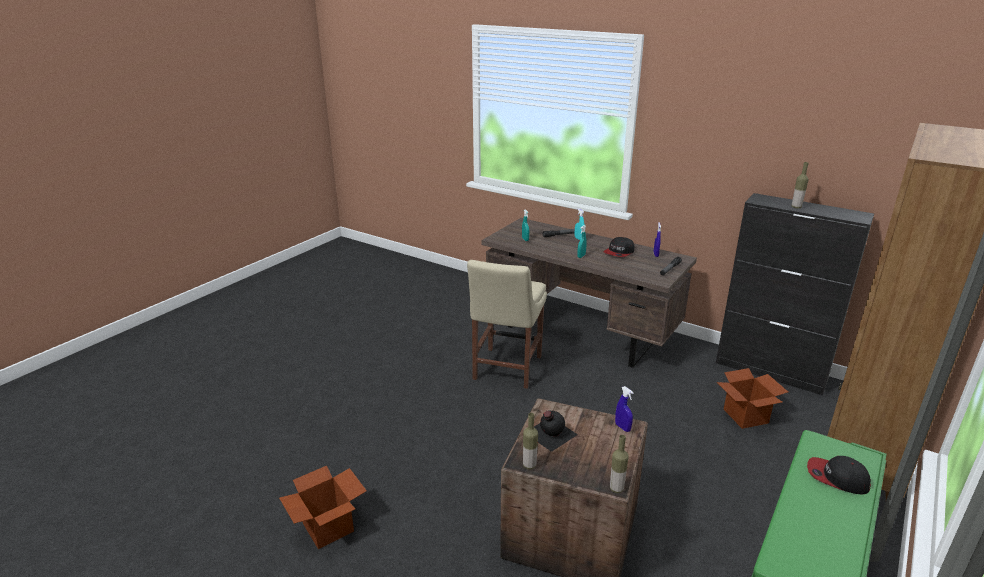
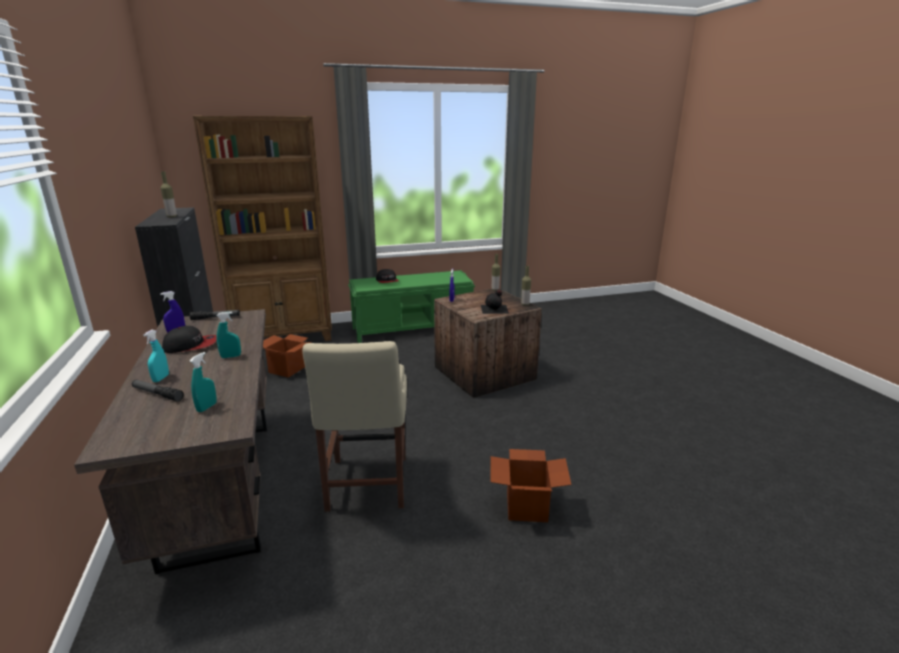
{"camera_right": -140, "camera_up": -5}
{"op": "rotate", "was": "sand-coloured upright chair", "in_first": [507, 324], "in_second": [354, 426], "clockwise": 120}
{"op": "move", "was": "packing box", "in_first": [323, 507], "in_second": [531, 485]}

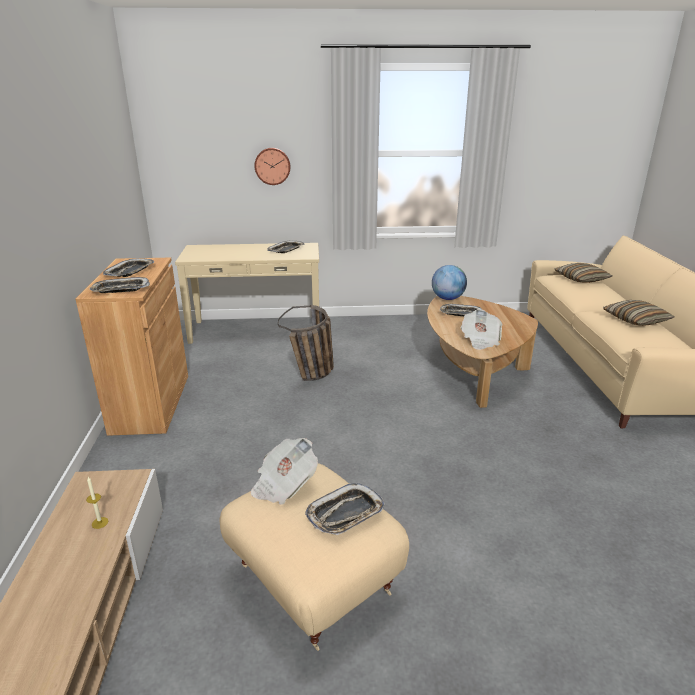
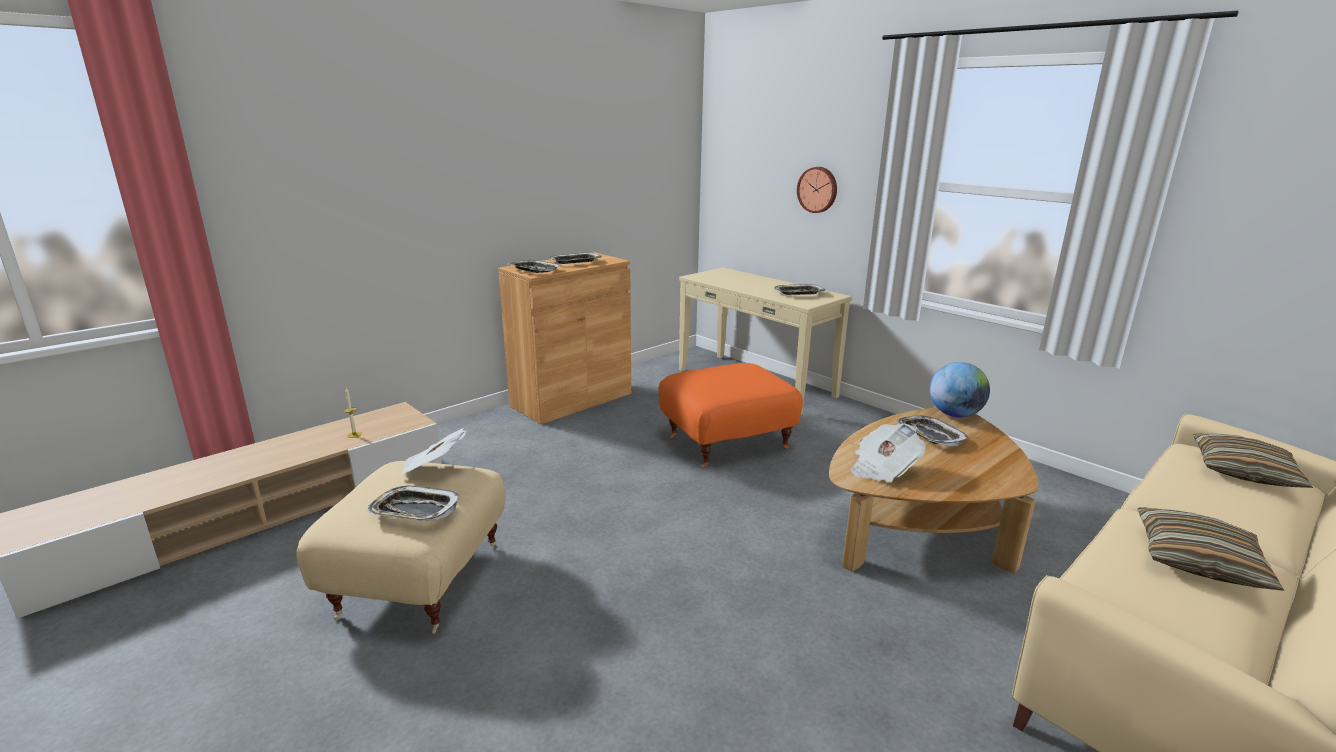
{"camera_right": 50, "camera_up": -5}
{"op": "replace", "was": "basket", "now": "orangey footrest", "in_first": [306, 343], "in_second": [731, 415]}

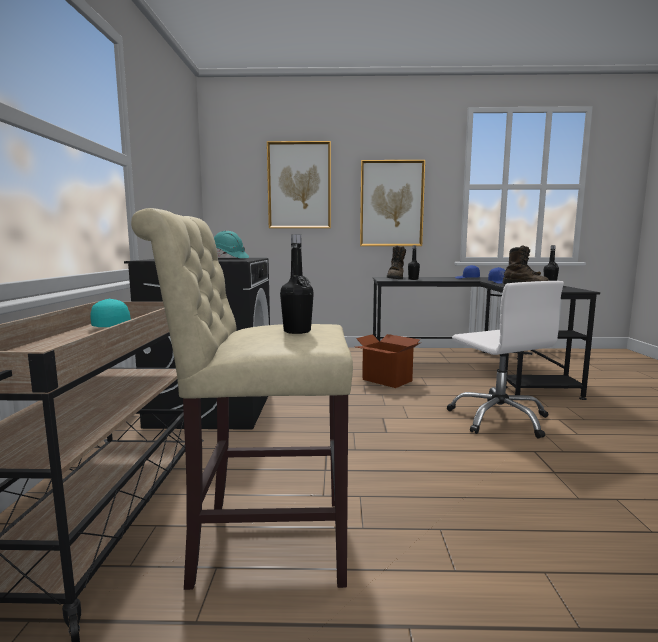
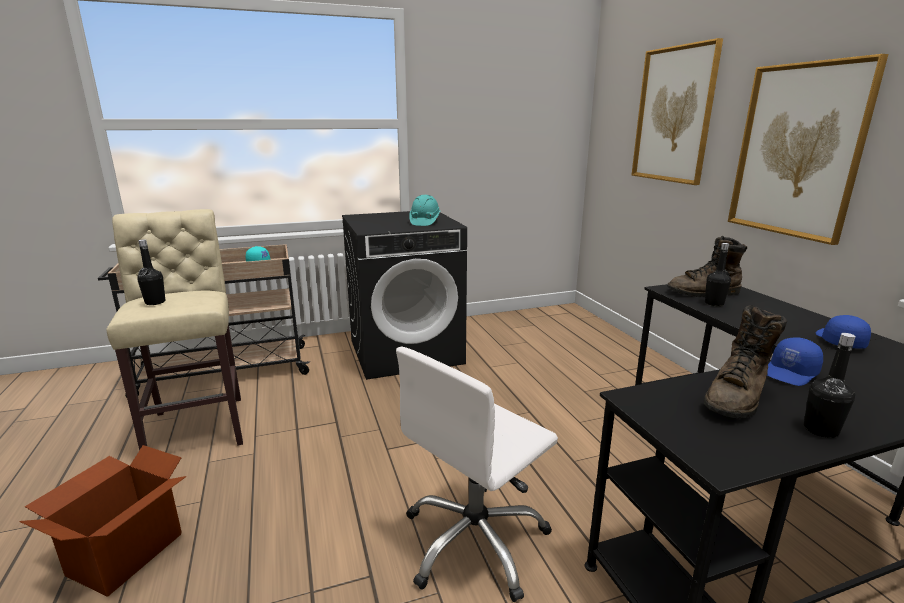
{"camera_right": 70, "camera_up": 10}
{"op": "move", "was": "packing box", "in_first": [388, 361], "in_second": [103, 521]}

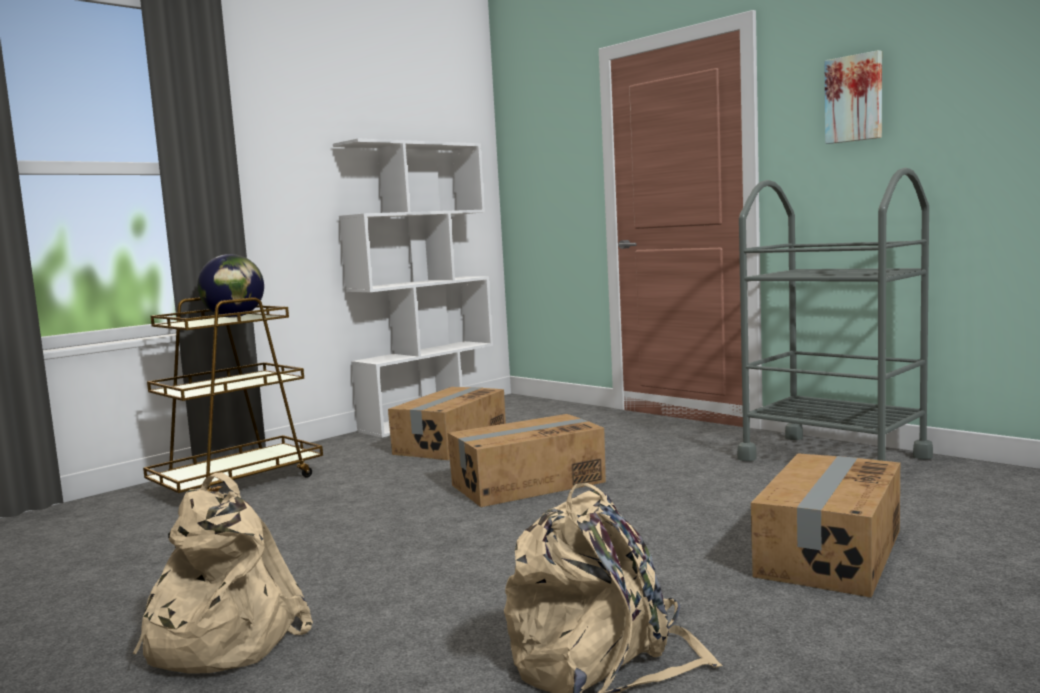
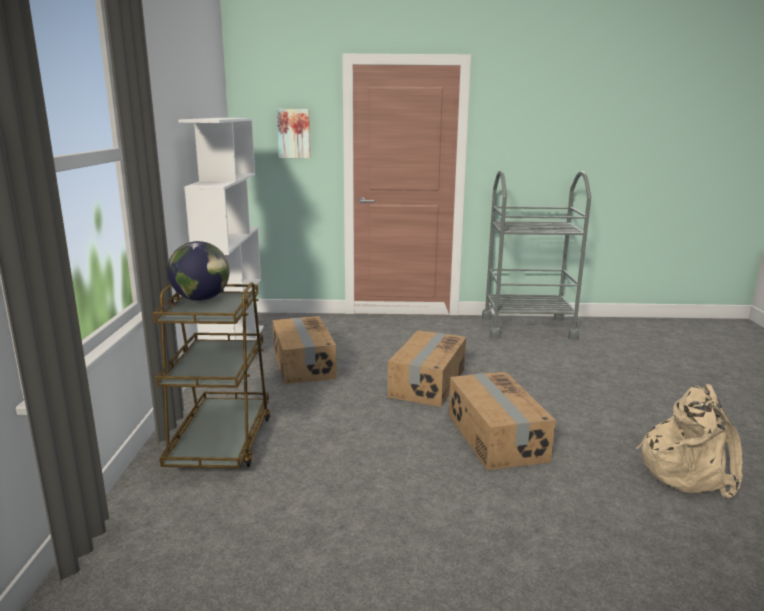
{"camera_right": -45, "camera_up": 10}
{"op": "move", "was": "wall art", "in_first": [853, 97], "in_second": [293, 133]}
{"op": "move", "was": "packing box", "in_first": [825, 525], "in_second": [502, 421]}
{"op": "delete", "was": "sand-coloured rucksack", "in_first": [222, 573]}

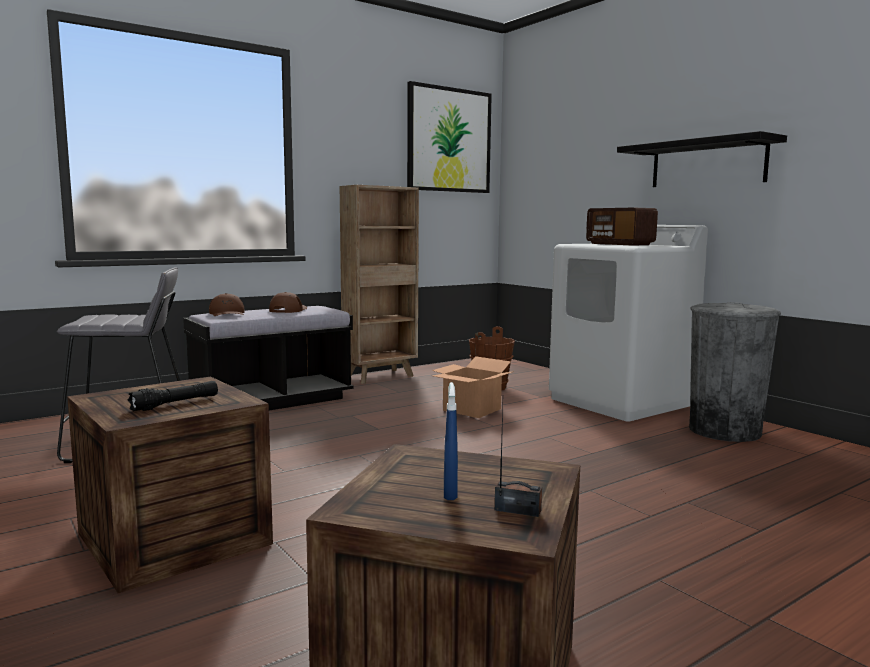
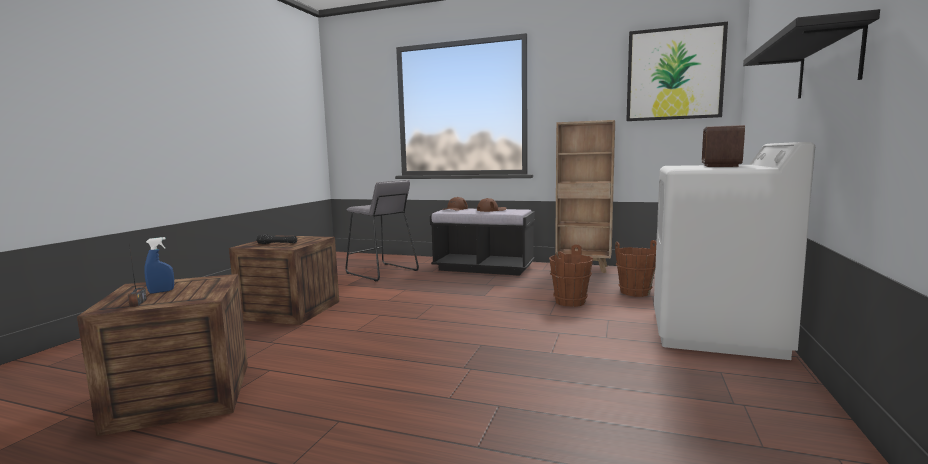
{"camera_right": 55, "camera_up": 0}
{"op": "delete", "was": "grey waste bin", "in_first": [735, 372]}
{"op": "replace", "was": "packing box", "now": "brownish pail", "in_first": [473, 387], "in_second": [571, 276]}

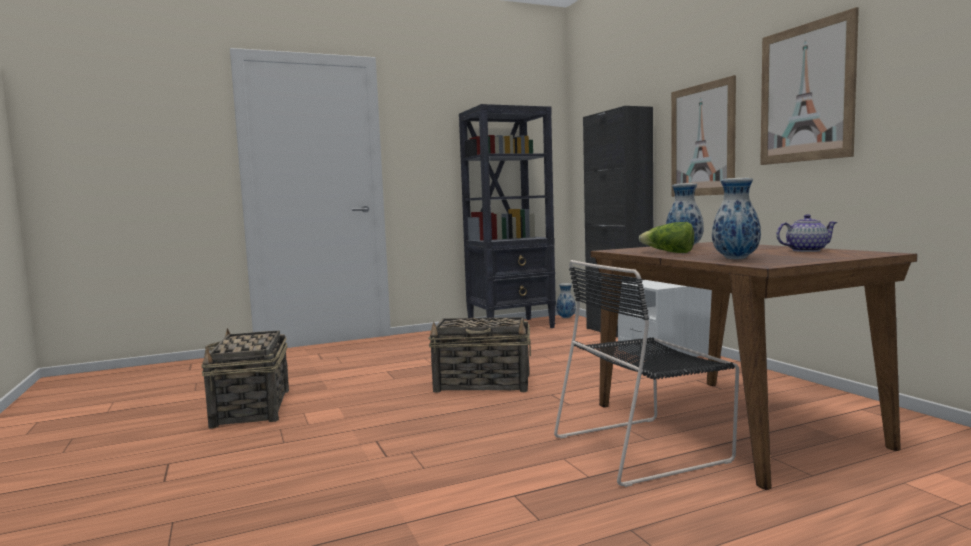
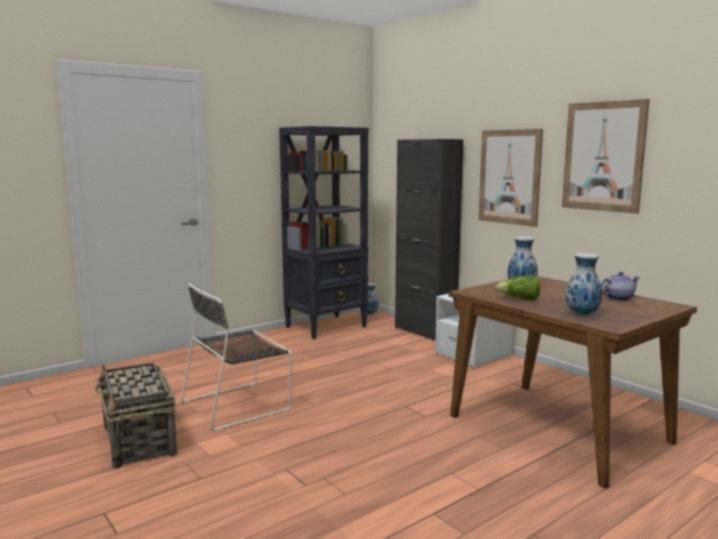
{"camera_right": -15, "camera_up": 5}
{"op": "move", "was": "black-coloured upright chair", "in_first": [646, 373], "in_second": [236, 357]}
{"op": "delete", "was": "basket", "in_first": [479, 354]}

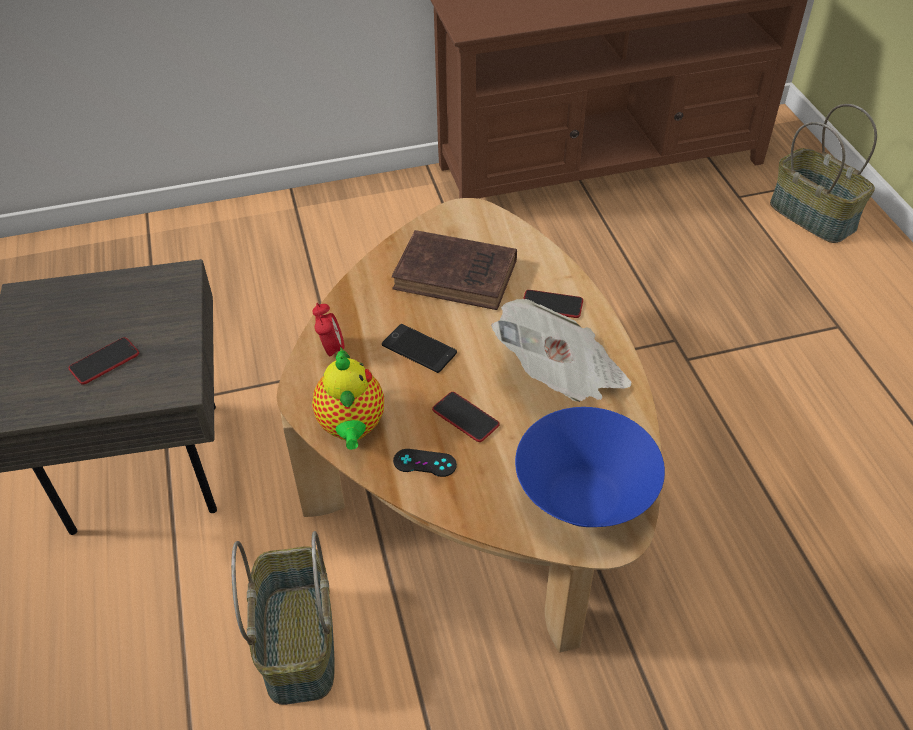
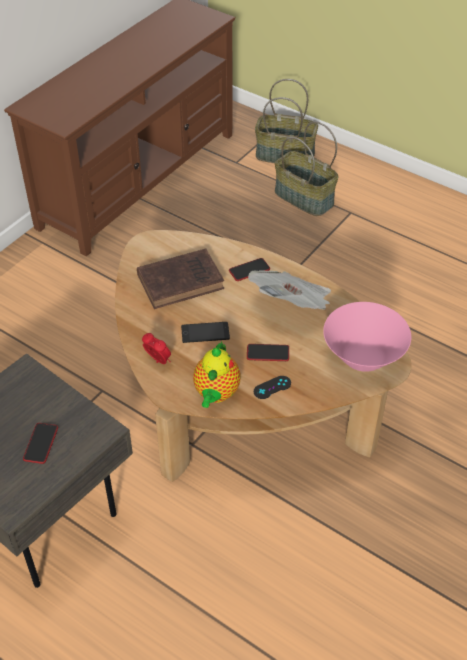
{"camera_right": -40, "camera_up": 0}
{"op": "rotate", "was": "teapot", "in_first": [348, 399], "in_second": [217, 374], "clockwise": 60}
{"op": "recolor", "was": "blue deep dish", "now": "pink-coloured deep dish", "in_first": [590, 467], "in_second": [367, 337]}
{"op": "move", "was": "basket", "in_first": [283, 618], "in_second": [307, 168]}

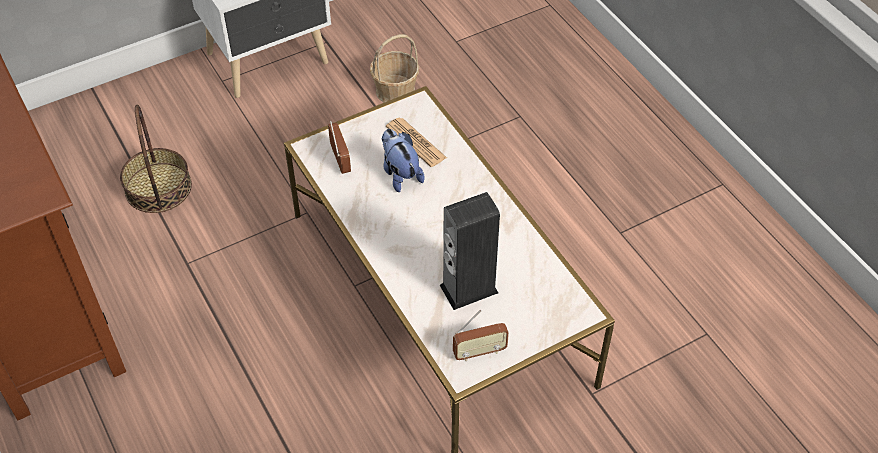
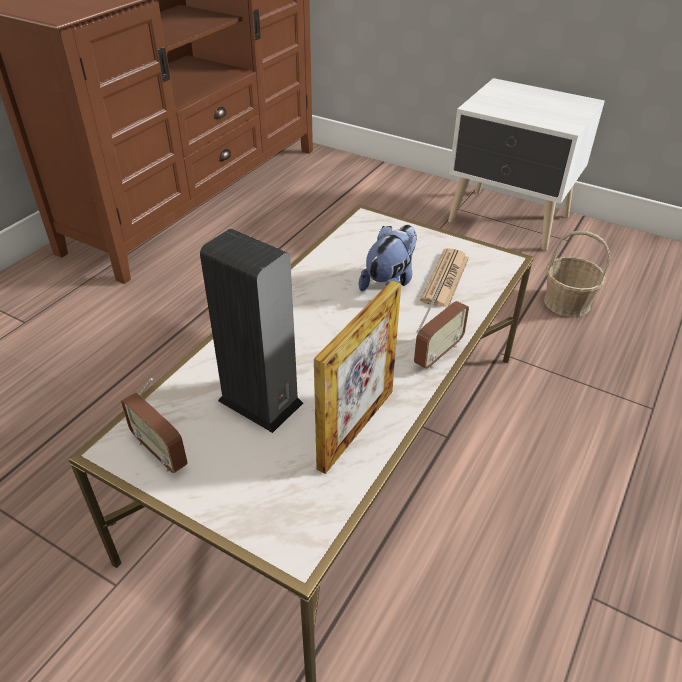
{"camera_right": 60, "camera_up": -10}
{"op": "delete", "was": "basket", "in_first": [156, 159]}
{"op": "move", "was": "radio receiver", "in_first": [339, 147], "in_second": [441, 326]}
{"op": "insert", "now": "picture frame", "in_second": [357, 377]}

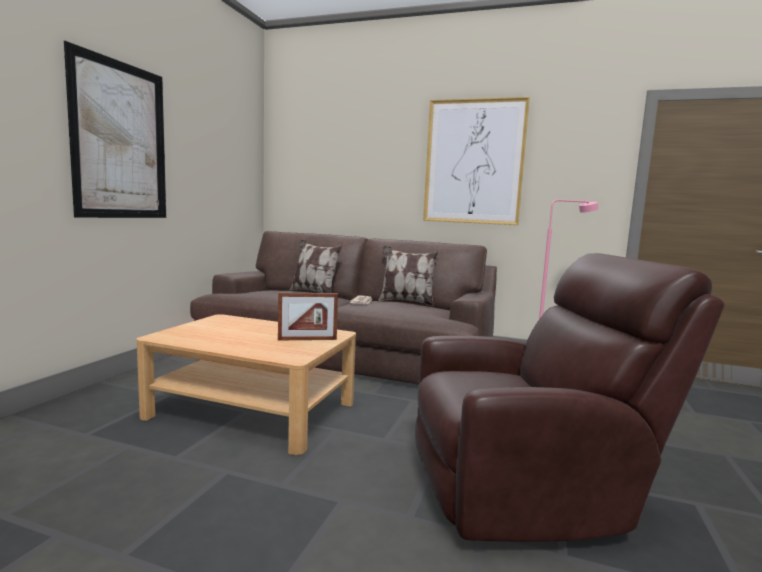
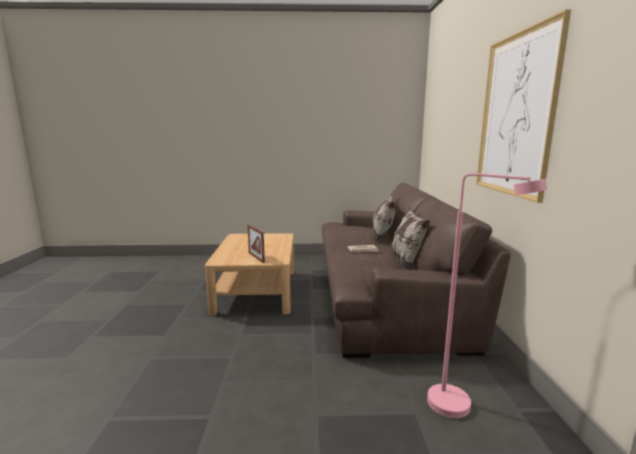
{"camera_right": 70, "camera_up": 5}
{"op": "delete", "was": "wall art", "in_first": [115, 129]}
{"op": "delete", "was": "brownish lounge chair", "in_first": [570, 397]}

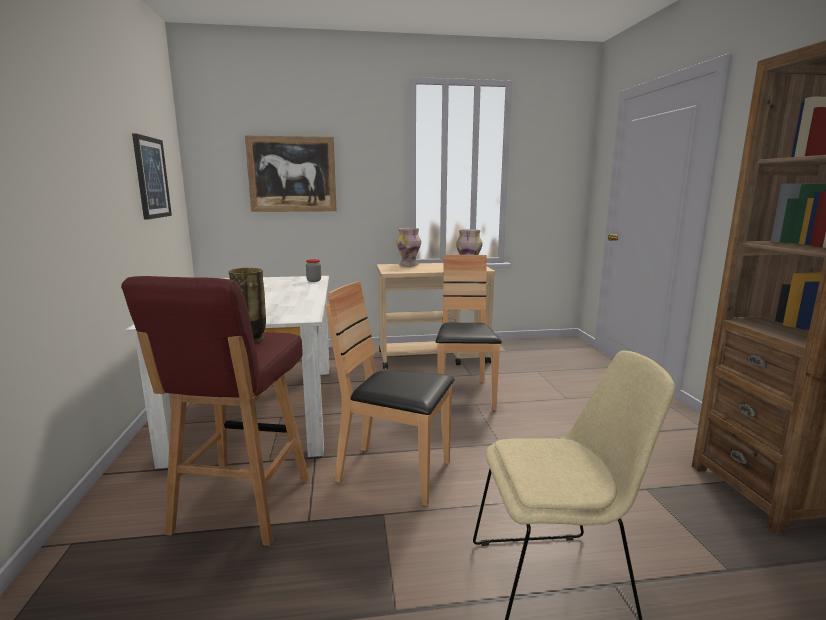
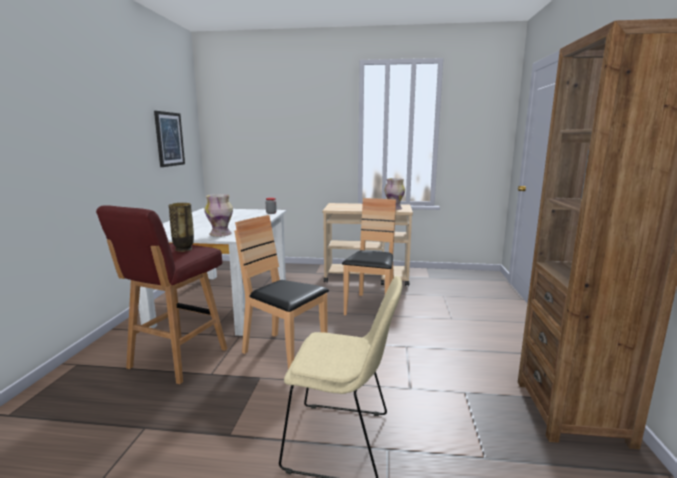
{"camera_right": 15, "camera_up": 0}
{"op": "delete", "was": "wall art", "in_first": [291, 174]}
{"op": "move", "was": "vase", "in_first": [408, 247], "in_second": [218, 215]}

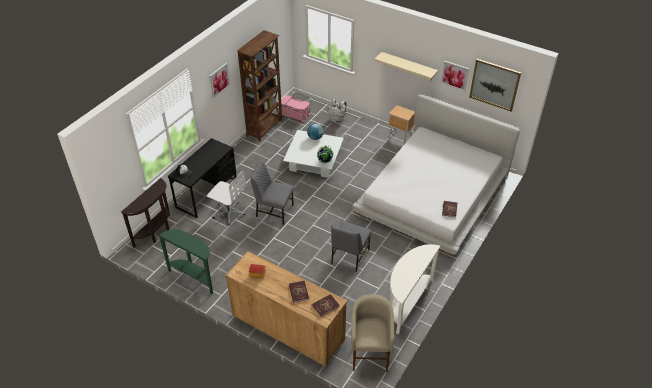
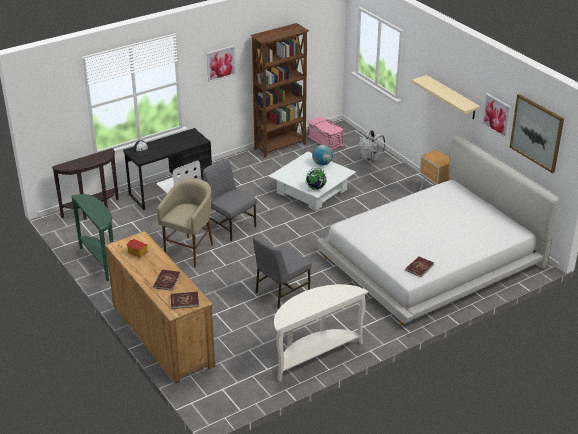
{"camera_right": 25, "camera_up": -10}
{"op": "move", "was": "sand-coloured stool seat", "in_first": [372, 333], "in_second": [185, 222]}

